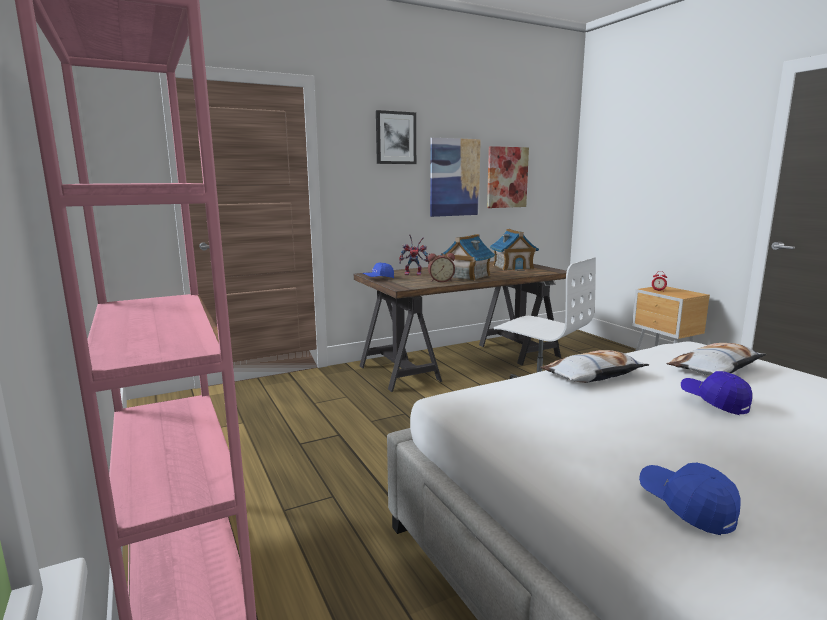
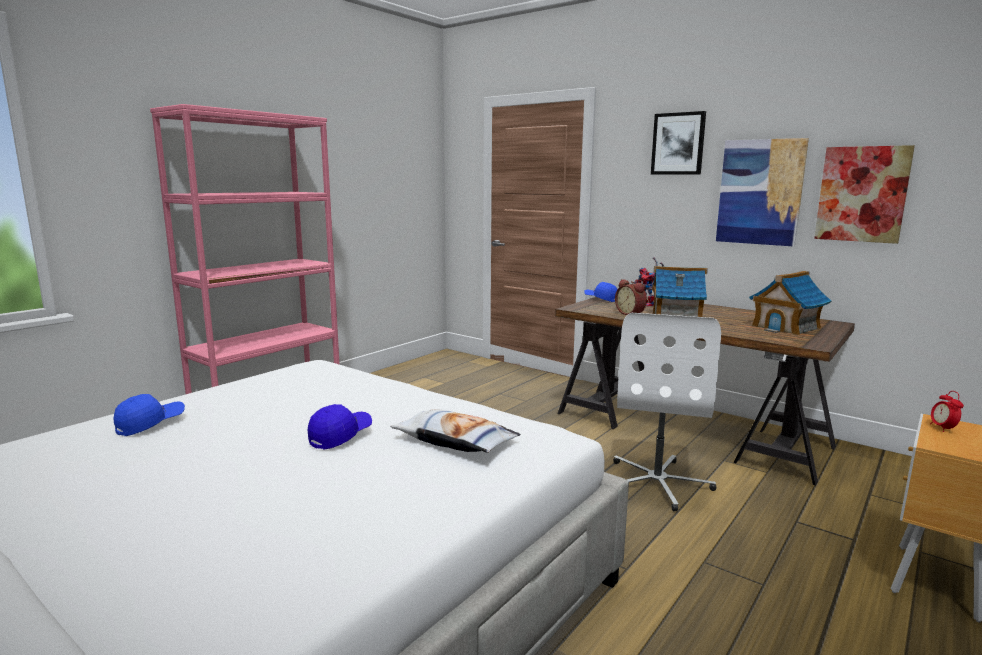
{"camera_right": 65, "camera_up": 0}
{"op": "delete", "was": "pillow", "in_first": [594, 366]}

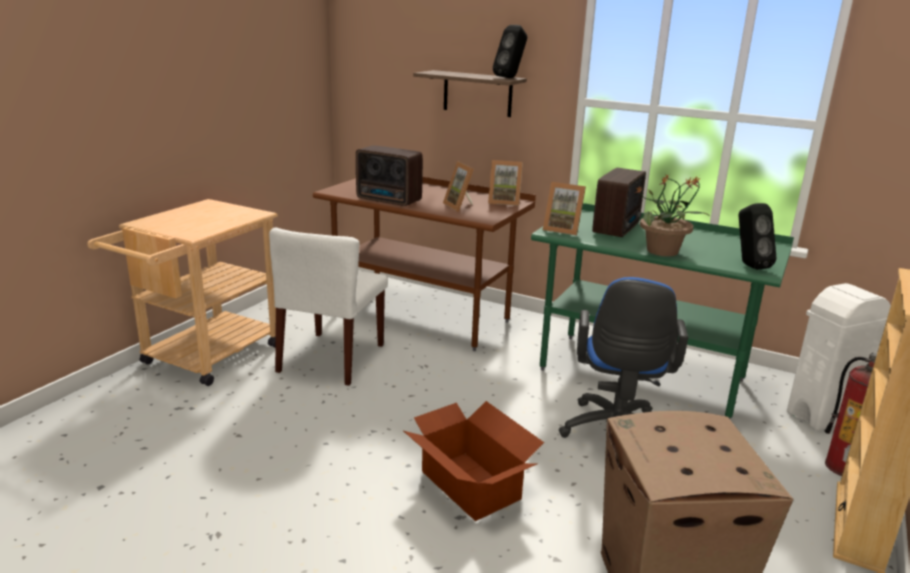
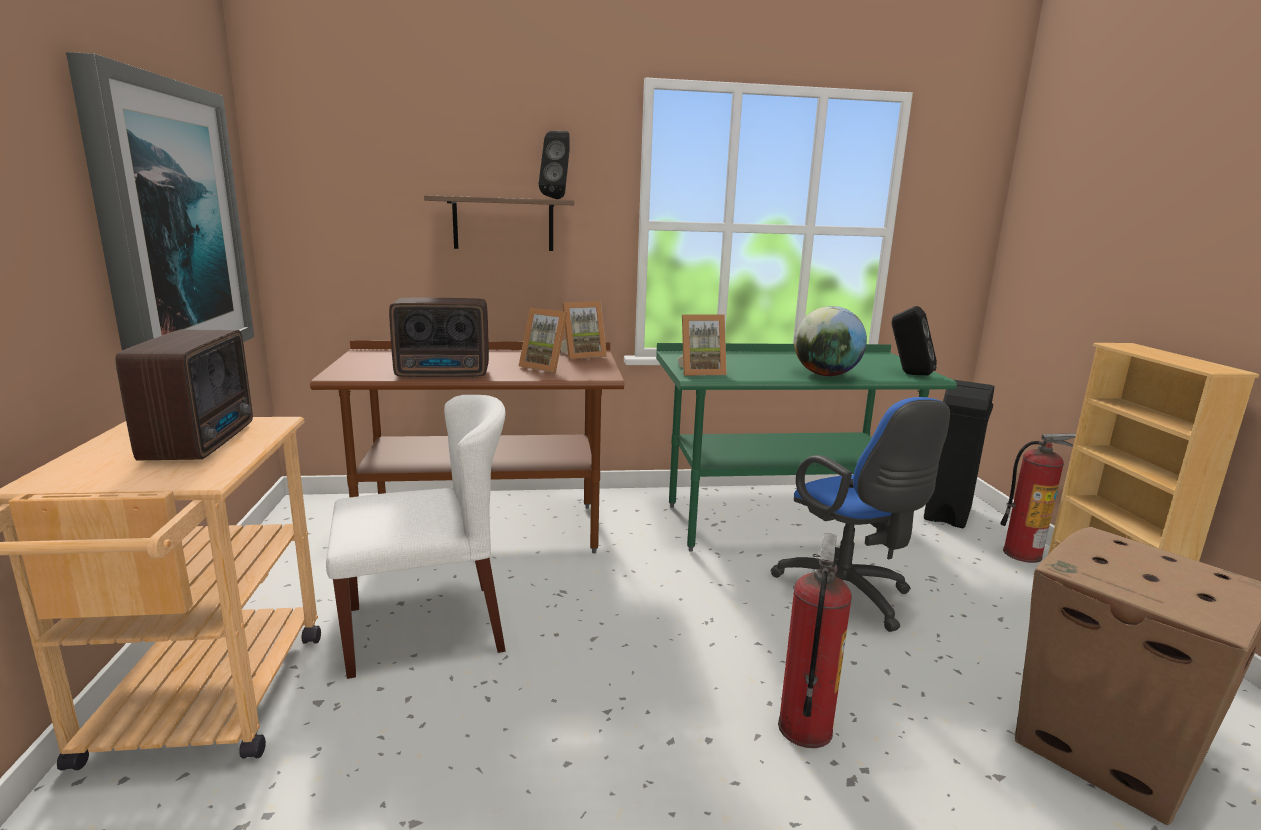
{"camera_right": -35, "camera_up": -5}
{"op": "move", "was": "radio receiver", "in_first": [619, 202], "in_second": [184, 394]}
{"op": "replace", "was": "houseplant", "now": "desk globe", "in_first": [672, 215], "in_second": [830, 341]}
{"op": "rotate", "was": "white-coloured upright chair", "in_first": [328, 307], "in_second": [416, 537], "clockwise": -90}
{"op": "recolor", "was": "white-coloured waste bin", "now": "black-coloured waste bin", "in_first": [839, 357], "in_second": [959, 454]}
{"op": "replace", "was": "packing box", "now": "fire-fighting cylinder", "in_first": [474, 461], "in_second": [815, 640]}
{"op": "insert", "now": "wall art", "in_second": [160, 201]}

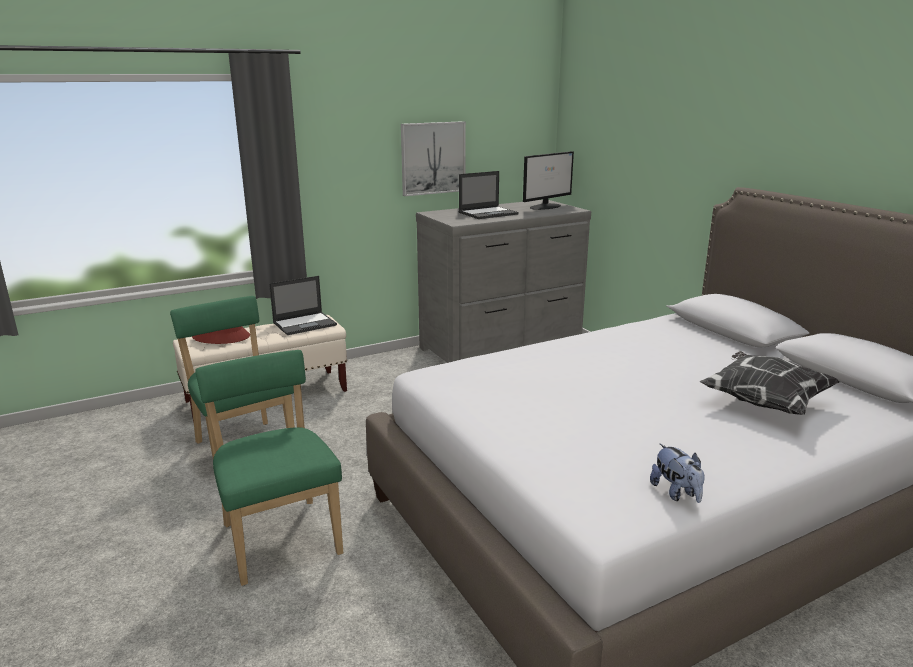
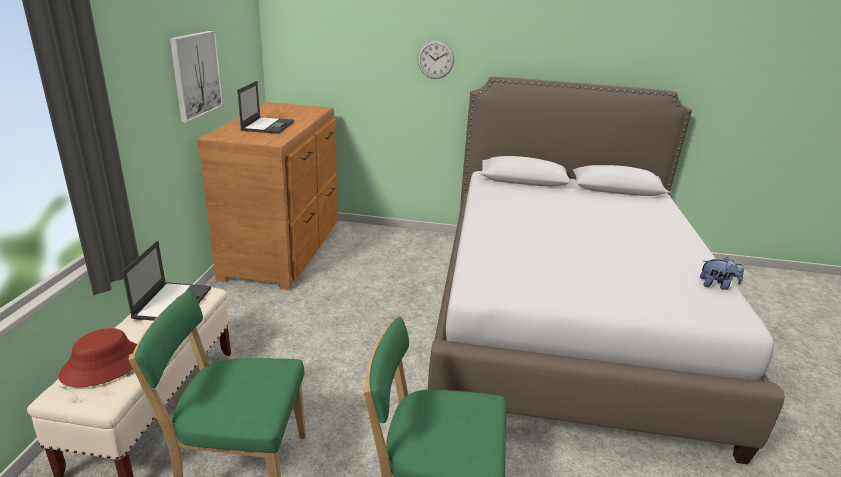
{"camera_right": -55, "camera_up": 5}
{"op": "delete", "was": "computer screen", "in_first": [548, 180]}
{"op": "recolor", "was": "grey drawer chest", "now": "brownish drawer chest", "in_first": [503, 281], "in_second": [267, 196]}
{"op": "delete", "was": "pillow", "in_first": [769, 383]}
{"op": "insert", "now": "hanging clock", "in_second": [435, 59]}

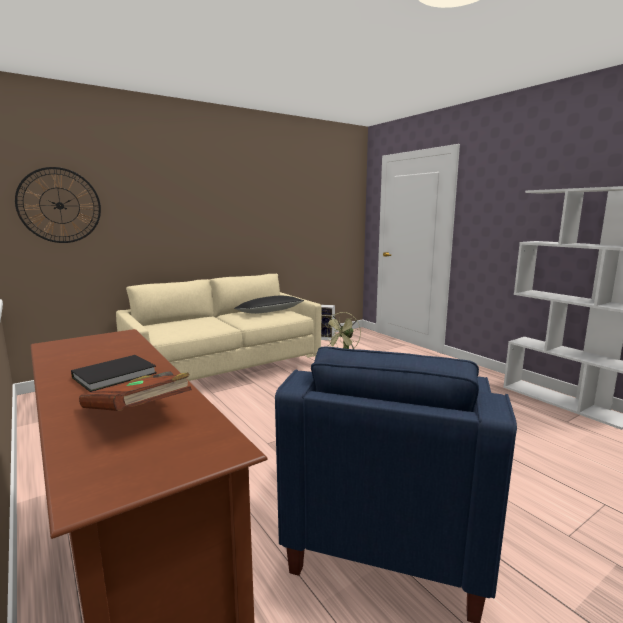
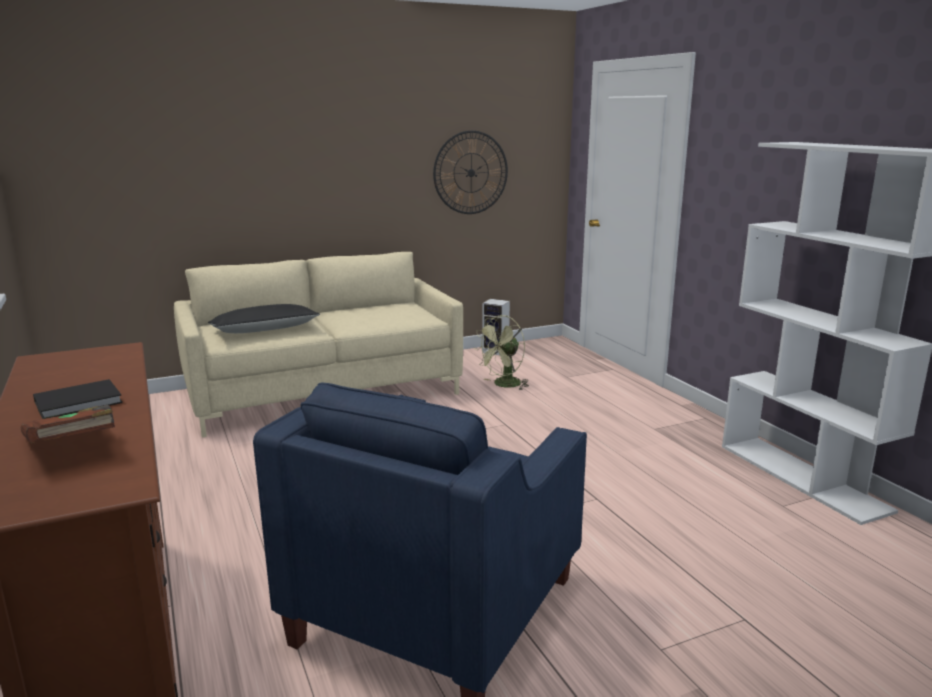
{"camera_right": 10, "camera_up": 5}
{"op": "move", "was": "hanging clock", "in_first": [58, 205], "in_second": [470, 172]}
{"op": "move", "was": "black-coloured pillow", "in_first": [269, 305], "in_second": [264, 318]}

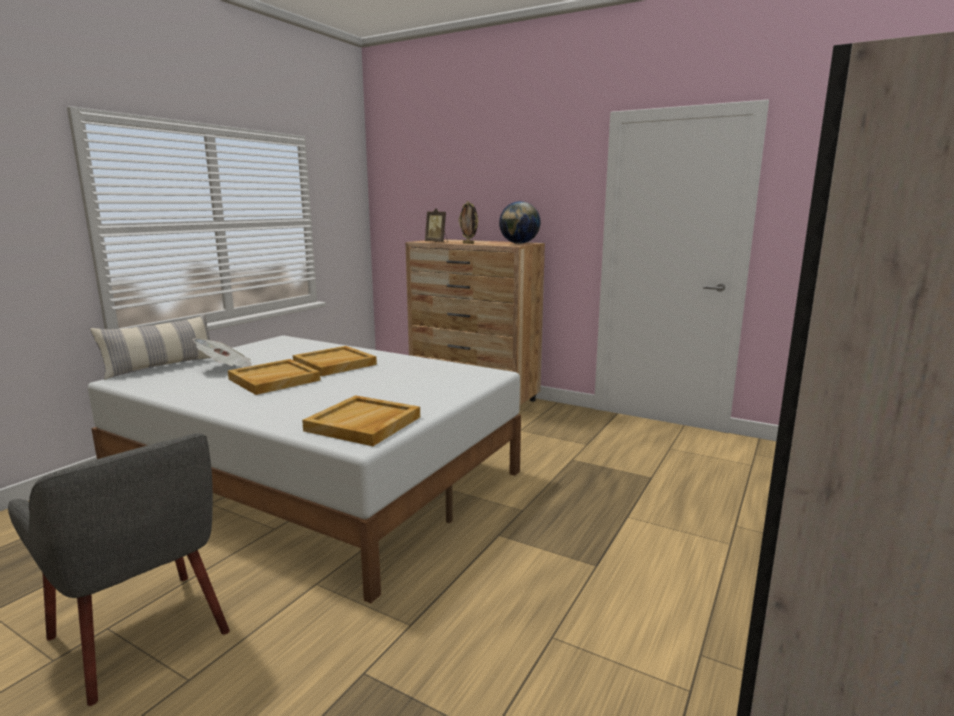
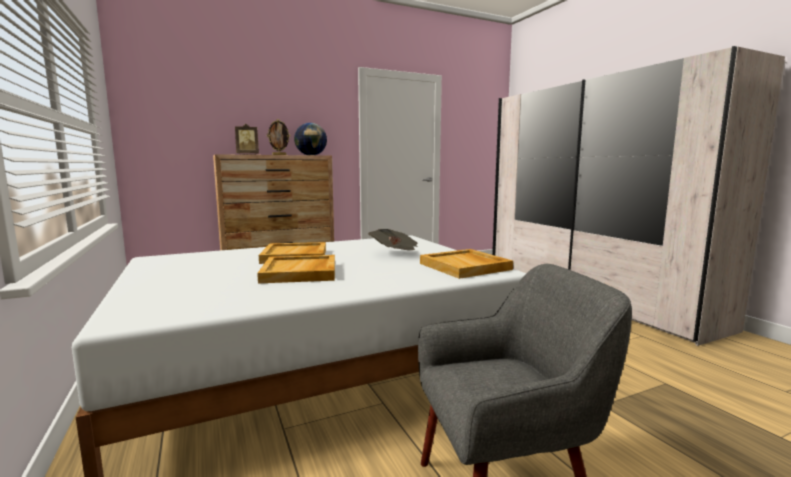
{"camera_right": -55, "camera_up": -5}
{"op": "delete", "was": "pillow", "in_first": [150, 347]}
{"op": "move", "was": "daily paper", "in_first": [222, 353], "in_second": [393, 239]}

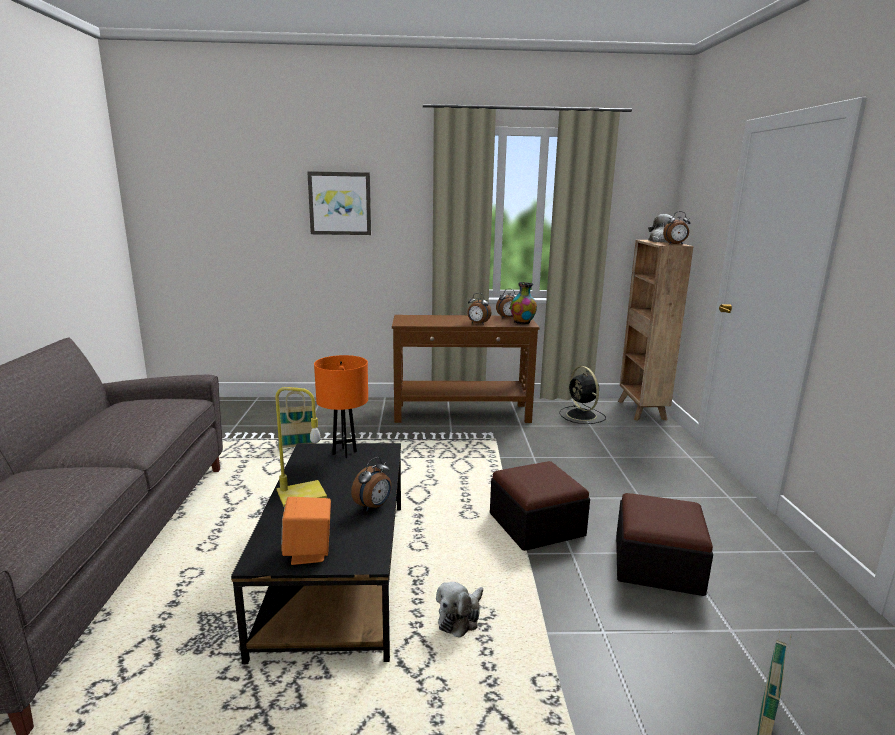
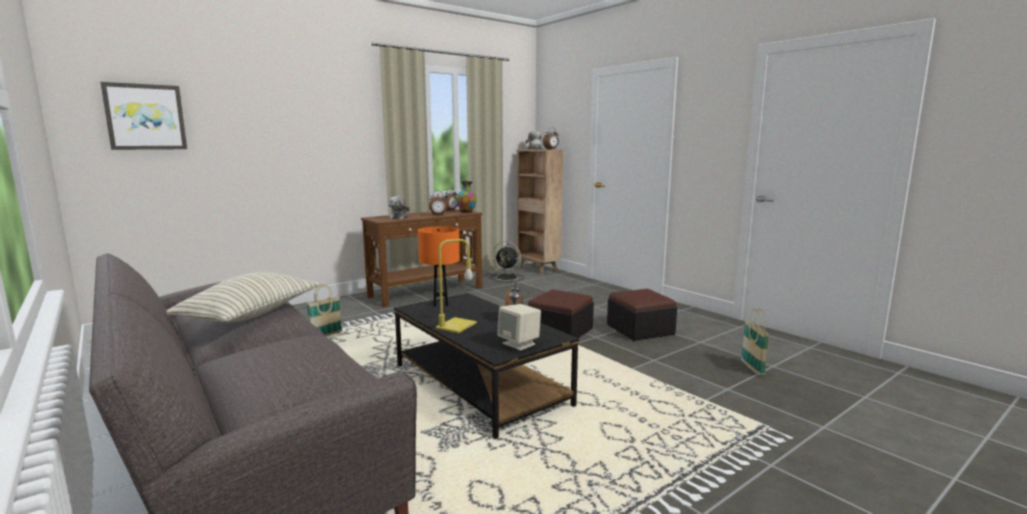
{"camera_right": -35, "camera_up": -5}
{"op": "move", "was": "wall art", "in_first": [339, 203], "in_second": [143, 116]}
{"op": "recolor", "was": "orangey audio speaker", "now": "sand-coloured audio speaker", "in_first": [306, 531], "in_second": [519, 327]}
{"op": "move", "was": "plush toy", "in_first": [459, 609], "in_second": [398, 207]}
{"op": "insert", "now": "pillow", "in_second": [242, 297]}

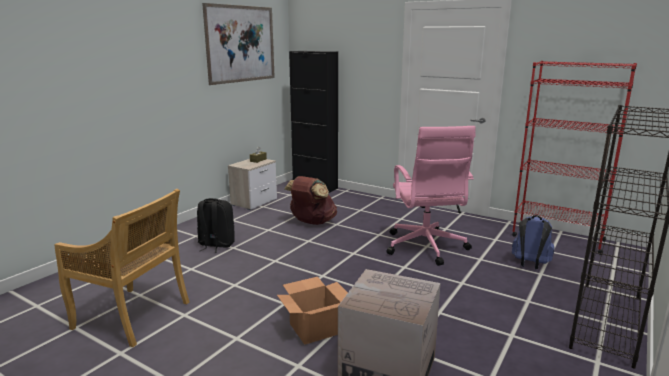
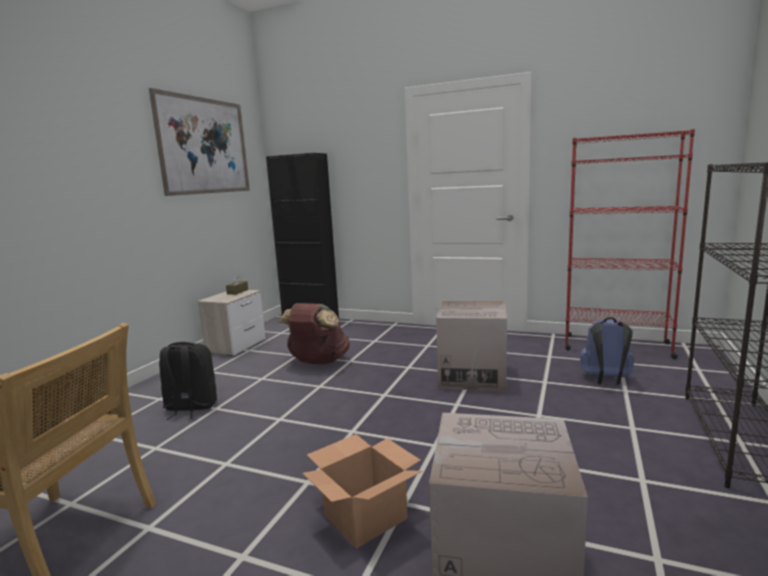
{"camera_right": -10, "camera_up": -5}
{"op": "replace", "was": "pink-coloured desk chair", "now": "packing box", "in_first": [431, 196], "in_second": [471, 345]}

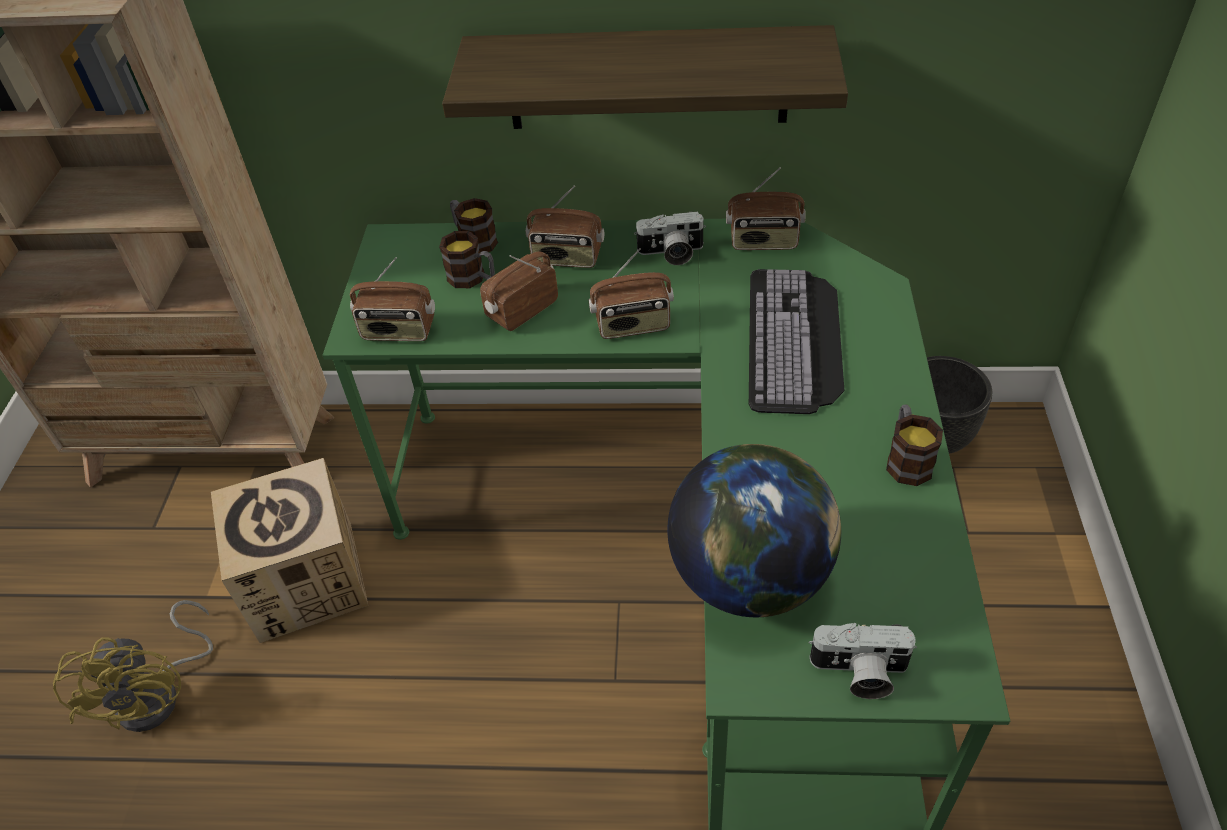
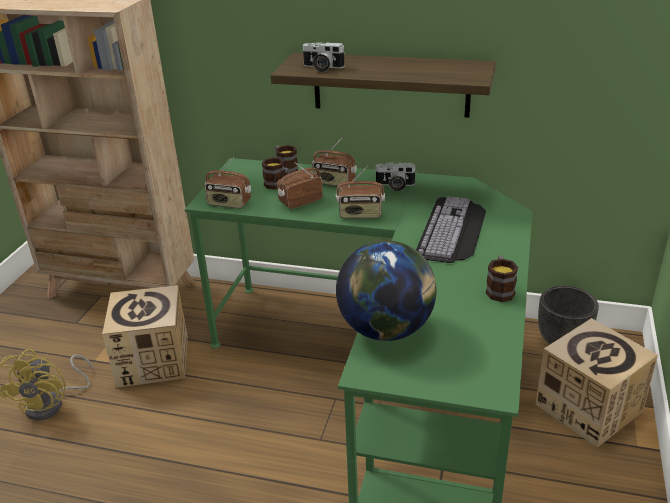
{"camera_right": 10, "camera_up": -15}
{"op": "delete", "was": "radio receiver", "in_first": [766, 208]}
{"op": "move", "was": "still camera", "in_first": [863, 661], "in_second": [323, 57]}
{"op": "insert", "now": "packing box", "in_second": [596, 383]}

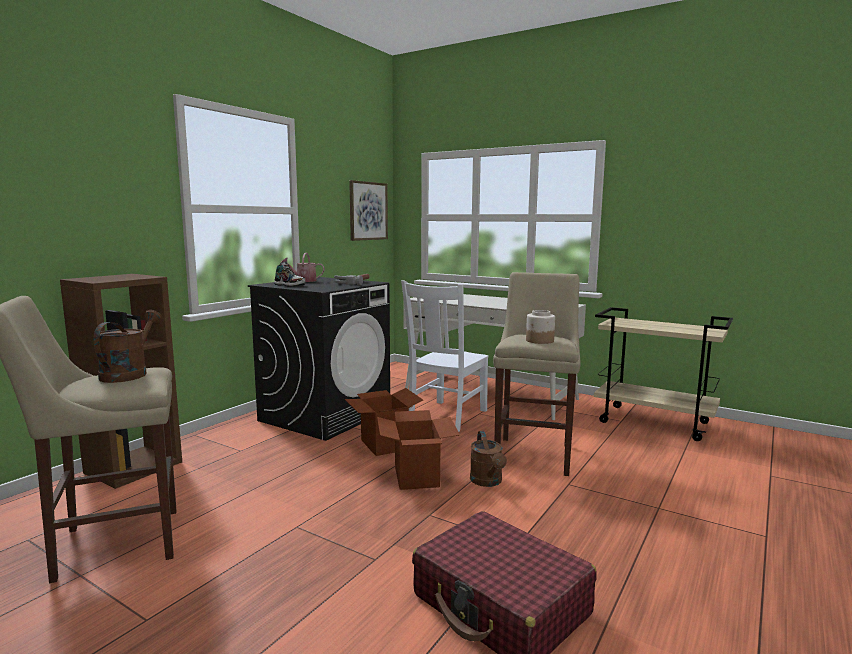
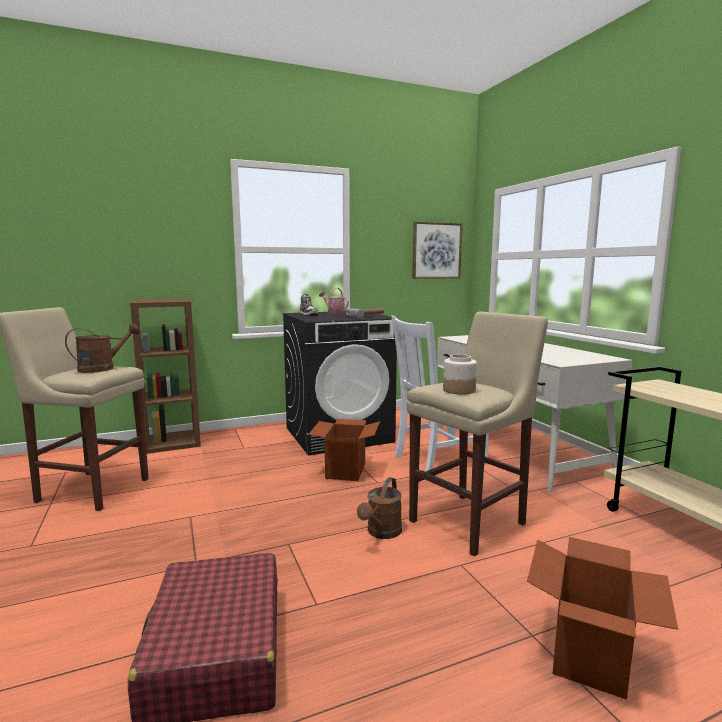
{"camera_right": 35, "camera_up": 0}
{"op": "move", "was": "packing box", "in_first": [418, 450], "in_second": [602, 618]}

